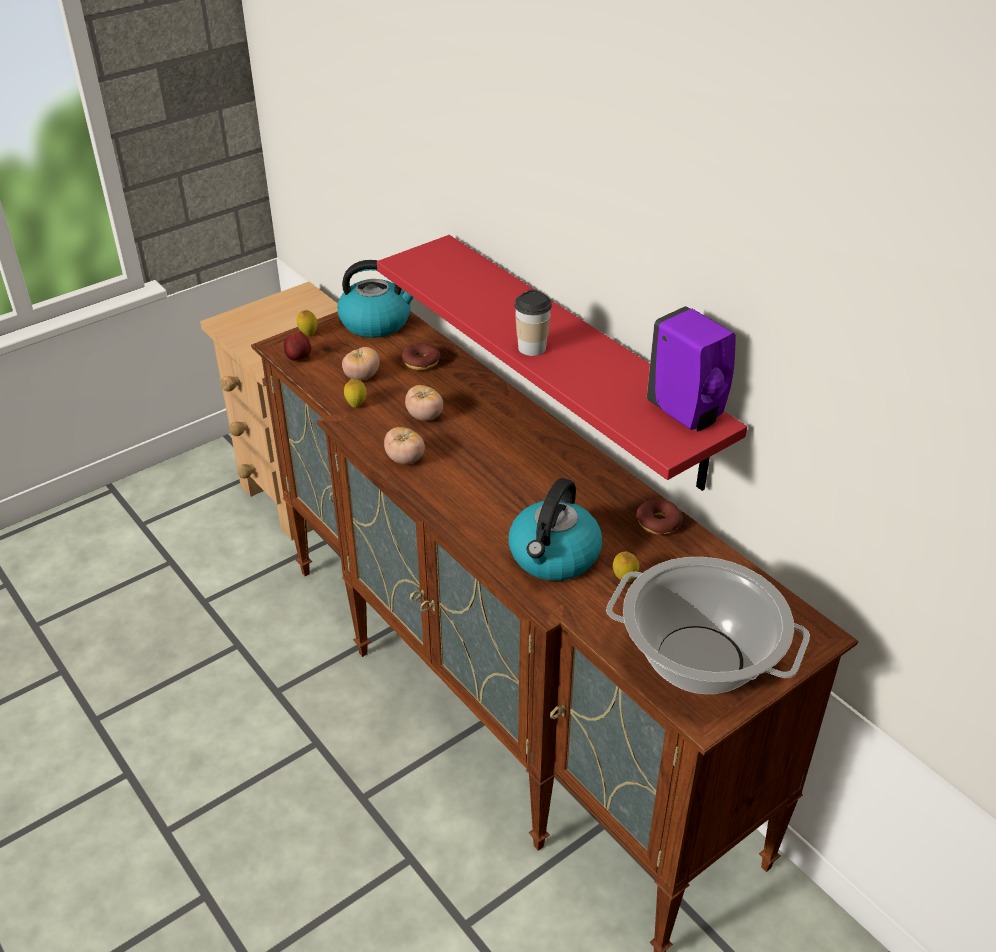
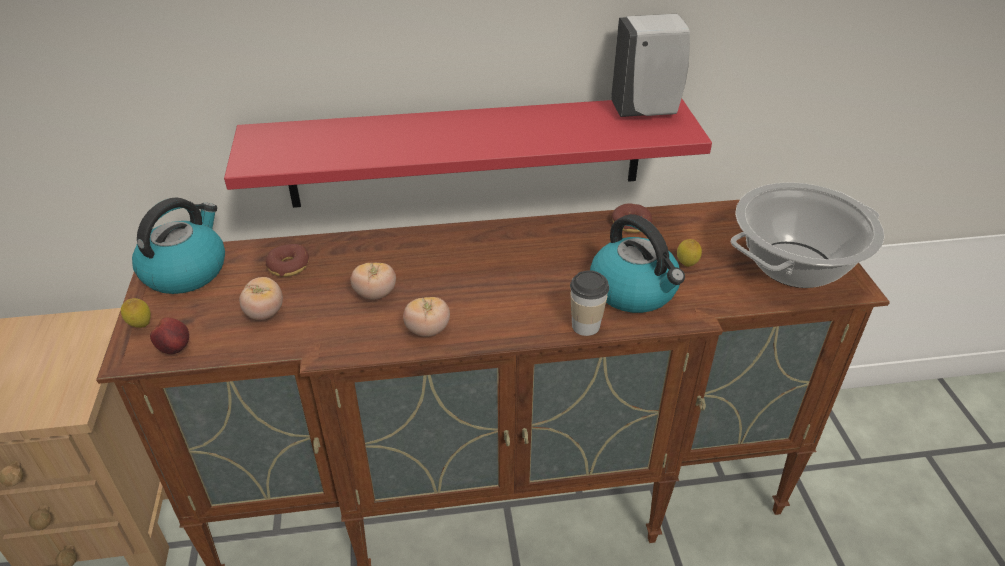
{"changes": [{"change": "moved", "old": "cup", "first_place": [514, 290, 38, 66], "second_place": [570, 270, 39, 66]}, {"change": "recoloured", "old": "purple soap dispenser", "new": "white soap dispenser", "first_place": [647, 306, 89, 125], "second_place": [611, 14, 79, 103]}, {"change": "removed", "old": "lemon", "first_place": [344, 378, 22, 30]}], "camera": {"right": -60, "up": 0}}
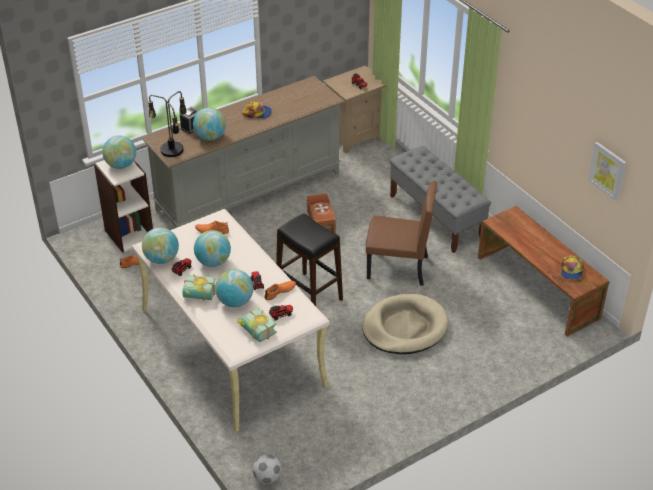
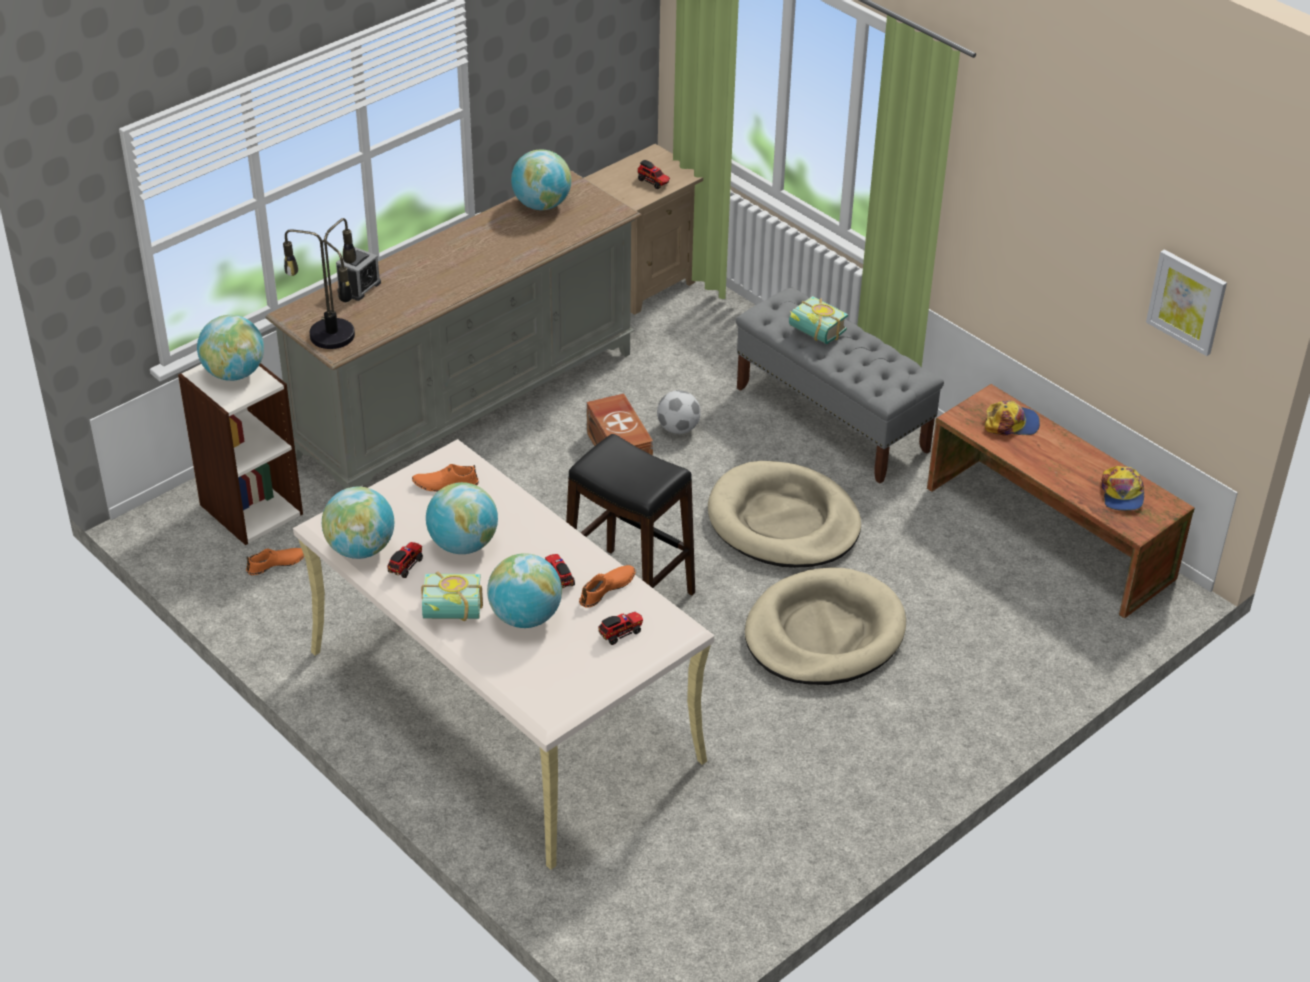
{"changes": [{"change": "moved", "old": "cap", "first_place": [242, 101, 30, 18], "second_place": [985, 400, 55, 36]}, {"change": "moved", "old": "globe", "first_place": [193, 108, 33, 33], "second_place": [511, 149, 60, 61]}, {"change": "replaced", "old": "brown chair", "new": "beige dog bed", "first_place": [366, 181, 71, 105], "second_place": [708, 461, 153, 107]}, {"change": "moved", "old": "book", "first_place": [237, 308, 40, 34], "second_place": [789, 296, 59, 48]}, {"change": "moved", "old": "football", "first_place": [253, 454, 29, 30], "second_place": [657, 390, 44, 44]}], "camera": {"right": -10, "up": 0}}
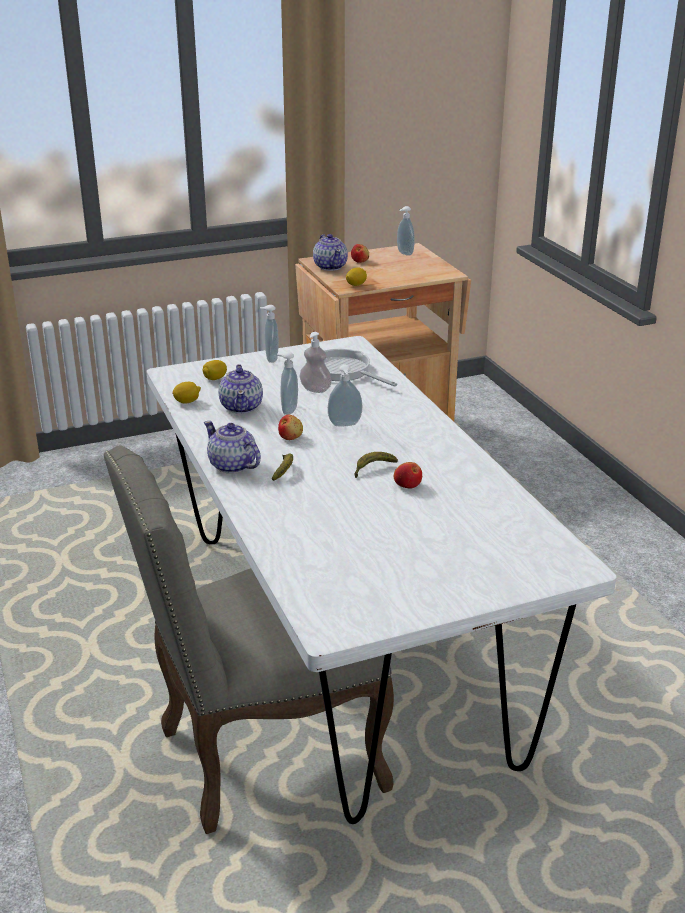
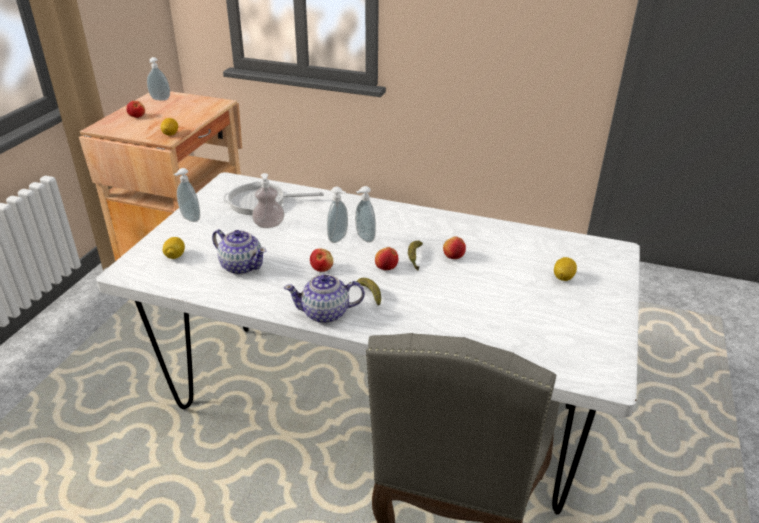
{"changes": [{"change": "removed", "old": "teapot", "first_place": [313, 234, 35, 37]}, {"change": "moved", "old": "soap dispenser", "first_place": [277, 352, 21, 63], "second_place": [355, 186, 21, 57]}, {"change": "moved", "old": "lemon", "first_place": [172, 382, 29, 22], "second_place": [554, 257, 23, 24]}, {"change": "added", "new": "apple", "second_place": [375, 247, 24, 23]}], "camera": {"right": -50, "up": 5}}
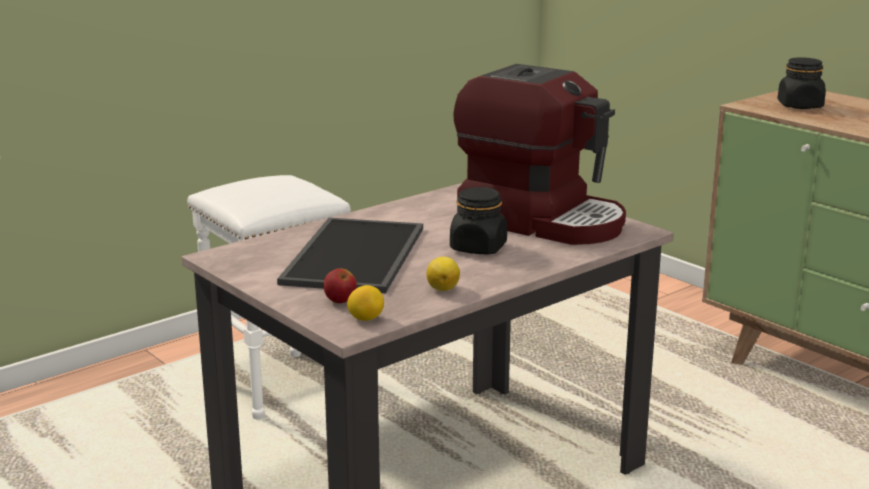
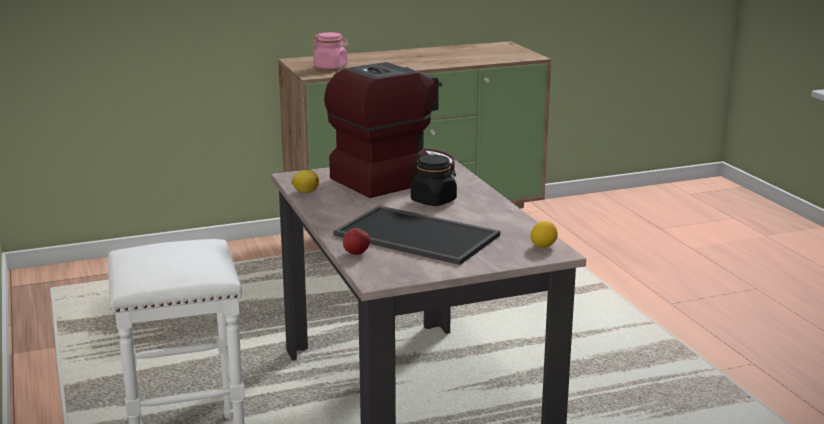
{"changes": [{"change": "recoloured", "old": "black jar", "new": "pink jar", "first_place": [778, 57, 48, 52], "second_place": [313, 32, 36, 37]}, {"change": "moved", "old": "lemon", "first_place": [426, 257, 34, 34], "second_place": [291, 170, 28, 23]}, {"change": "moved", "old": "apple", "first_place": [324, 268, 33, 35], "second_place": [343, 228, 27, 27]}], "camera": {"right": -70, "up": 0}}
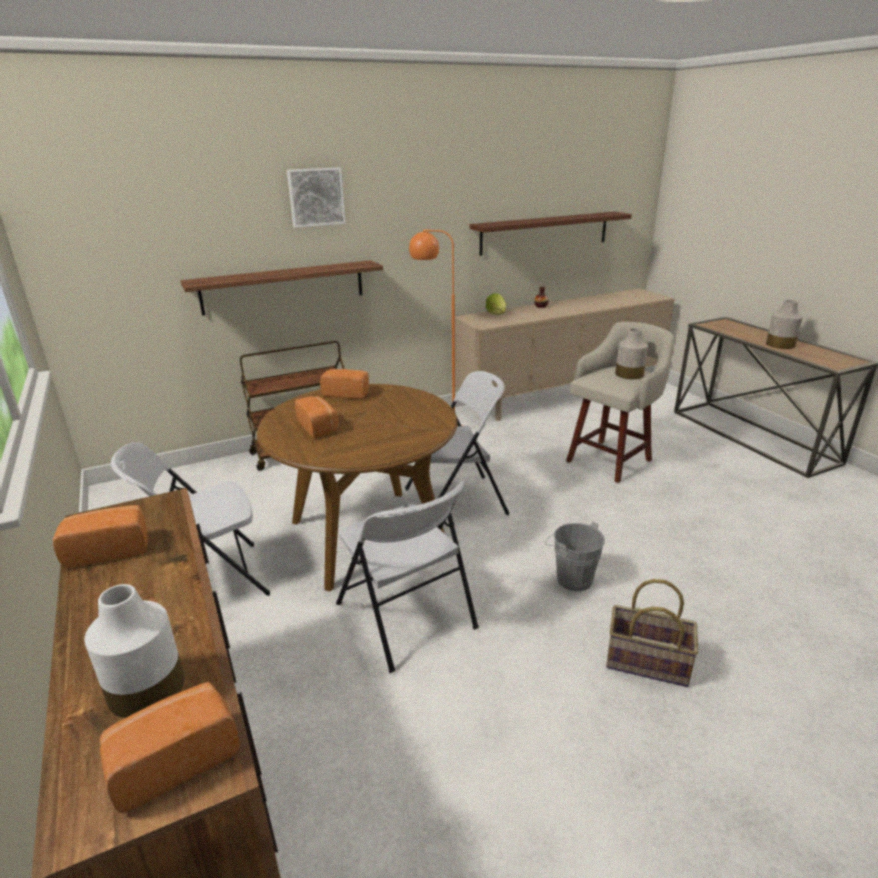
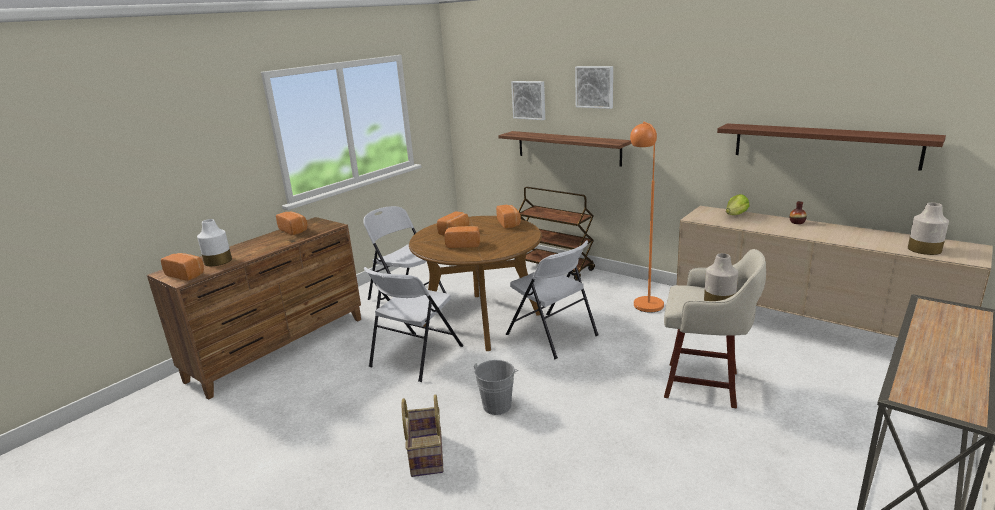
{"changes": [{"change": "moved", "old": "beige vase", "first_place": [766, 300, 37, 49], "second_place": [908, 203, 41, 52]}, {"change": "added", "new": "picture", "second_place": [511, 81, 34, 39]}, {"change": "added", "new": "bread", "second_place": [444, 226, 36, 22]}], "camera": {"right": 65, "up": -5}}
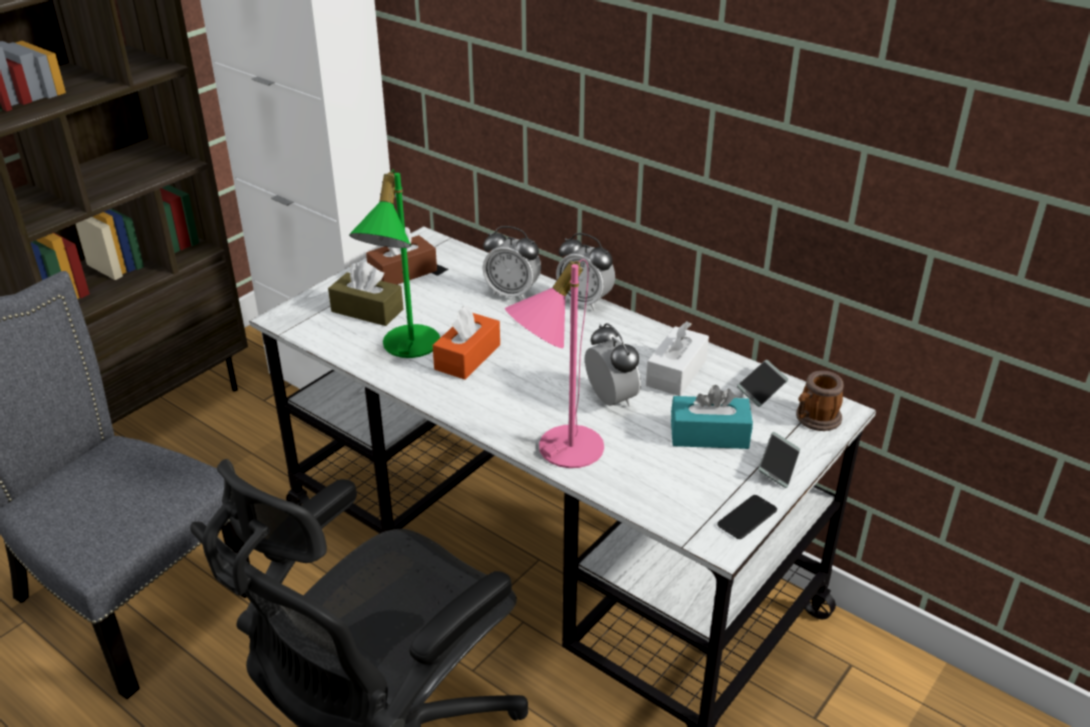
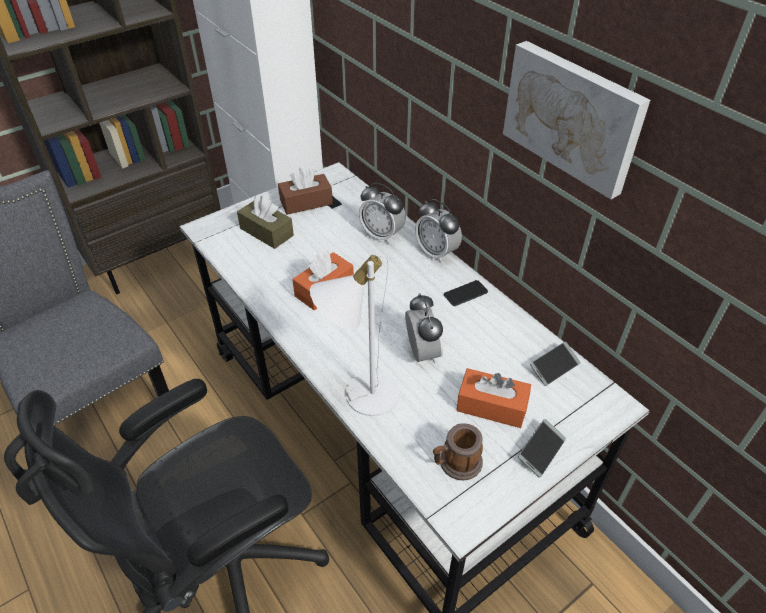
{"changes": [{"change": "removed", "old": "green table lamp", "first_place": [349, 169, 91, 189]}, {"change": "recoloured", "old": "pink table lamp", "new": "white table lamp", "first_place": [505, 259, 99, 209], "second_place": [310, 255, 90, 161]}, {"change": "removed", "old": "white tissue box", "first_place": [646, 321, 63, 75]}, {"change": "moved", "old": "mug", "first_place": [796, 371, 48, 60], "second_place": [433, 423, 50, 57]}, {"change": "recoloured", "old": "turquoise tissue box", "new": "orange tissue box", "first_place": [671, 385, 82, 64], "second_place": [456, 368, 75, 60]}, {"change": "moved", "old": "phone", "first_place": [717, 495, 60, 44], "second_place": [444, 280, 44, 26]}, {"change": "added", "new": "picture", "second_place": [503, 41, 147, 158]}], "camera": {"right": 15, "up": 10}}
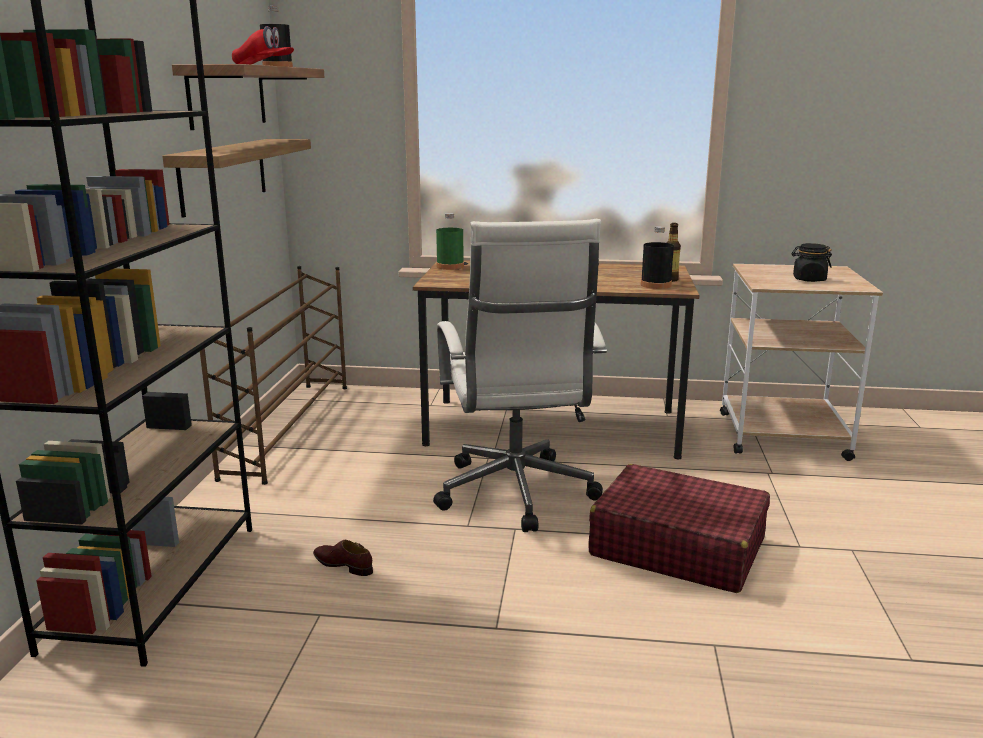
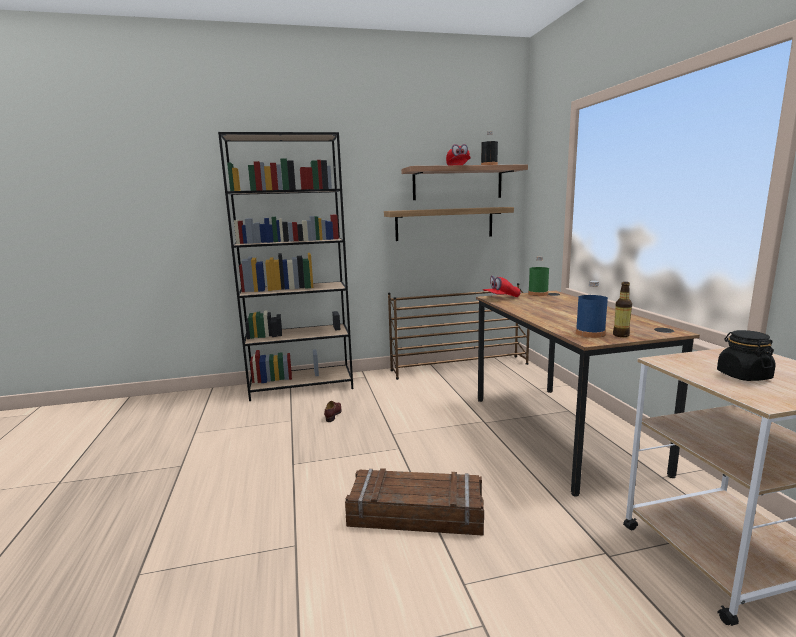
{"changes": [{"change": "removed", "old": "white office chair", "first_place": [433, 219, 174, 313]}, {"change": "recoloured", "old": "black bottle", "new": "blue bottle", "first_place": [641, 226, 33, 63], "second_place": [576, 281, 32, 57]}, {"change": "replaced", "old": "red suitcase", "new": "crate", "first_place": [588, 464, 182, 129], "second_place": [345, 468, 139, 68]}, {"change": "added", "new": "red cap", "second_place": [483, 276, 37, 21]}], "camera": {"right": 70, "up": -5}}
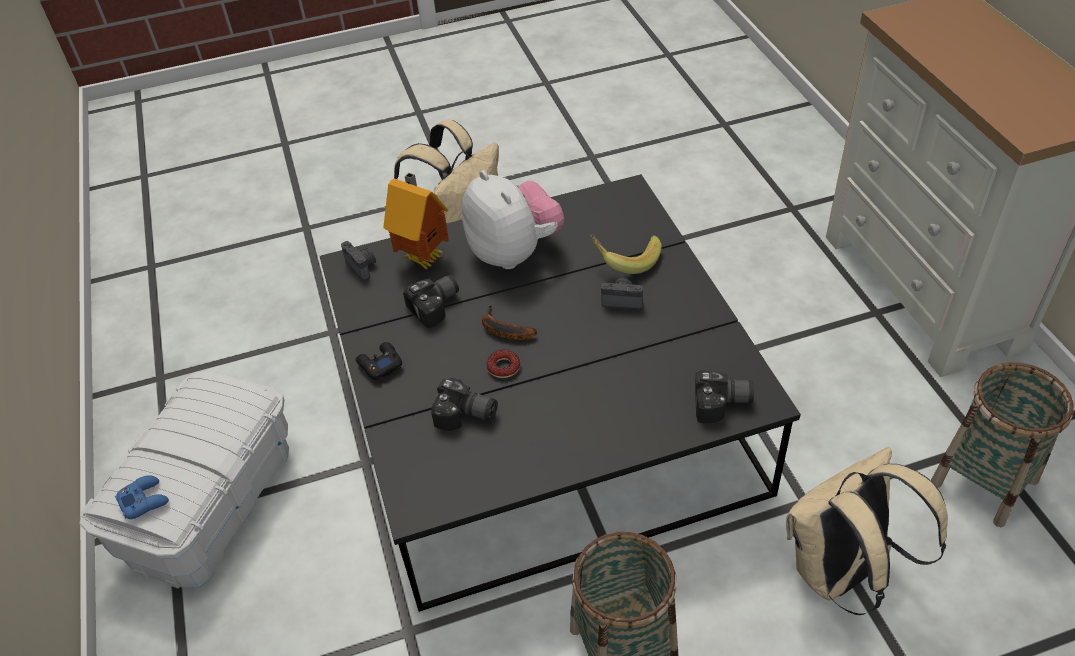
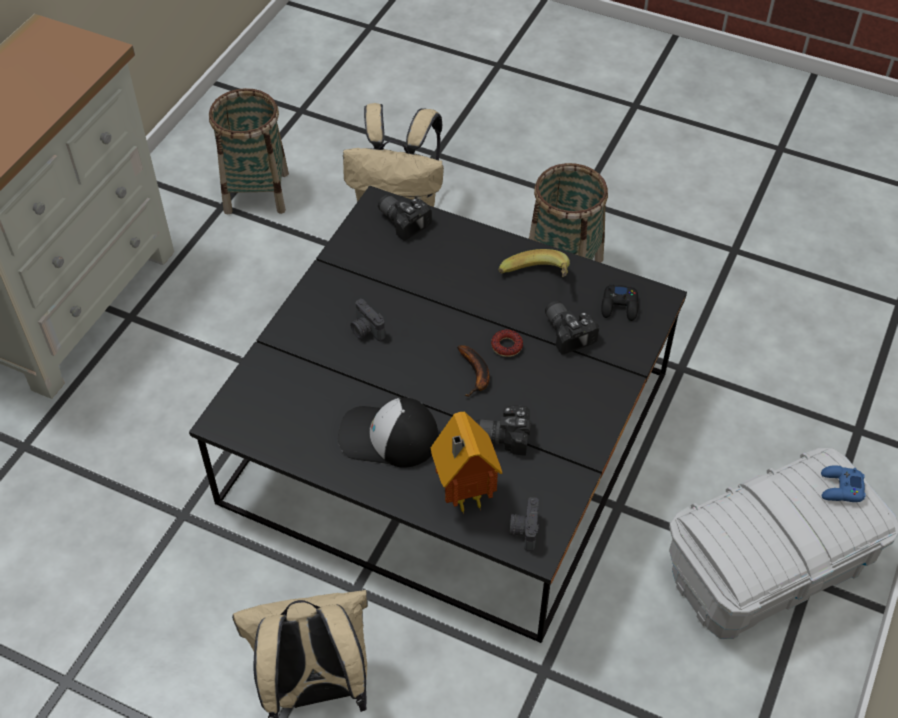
{"changes": [{"change": "replaced", "old": "plush toy", "new": "cap", "first_place": [462, 170, 102, 99], "second_place": [338, 398, 100, 70]}, {"change": "moved", "old": "banana", "first_place": [590, 234, 72, 40], "second_place": [498, 249, 72, 28]}, {"change": "moved", "old": "black game controller", "first_place": [356, 342, 46, 38], "second_place": [601, 284, 38, 37]}], "camera": {"right": -140, "up": 5}}
